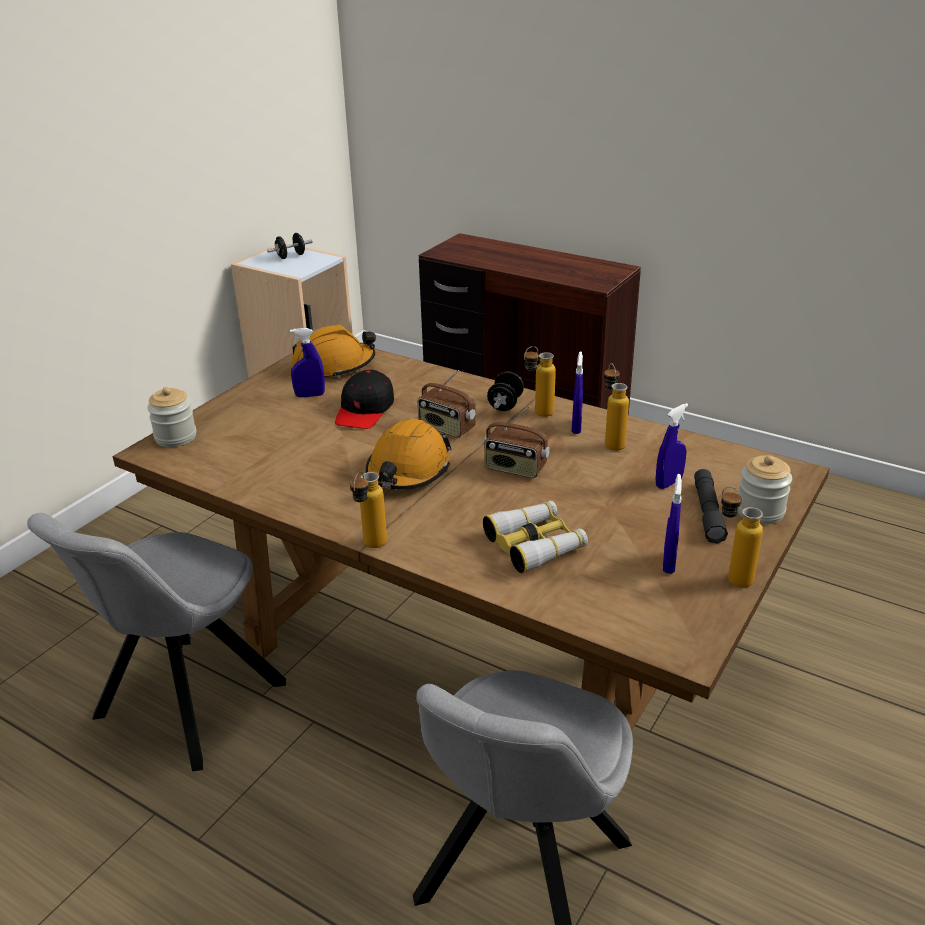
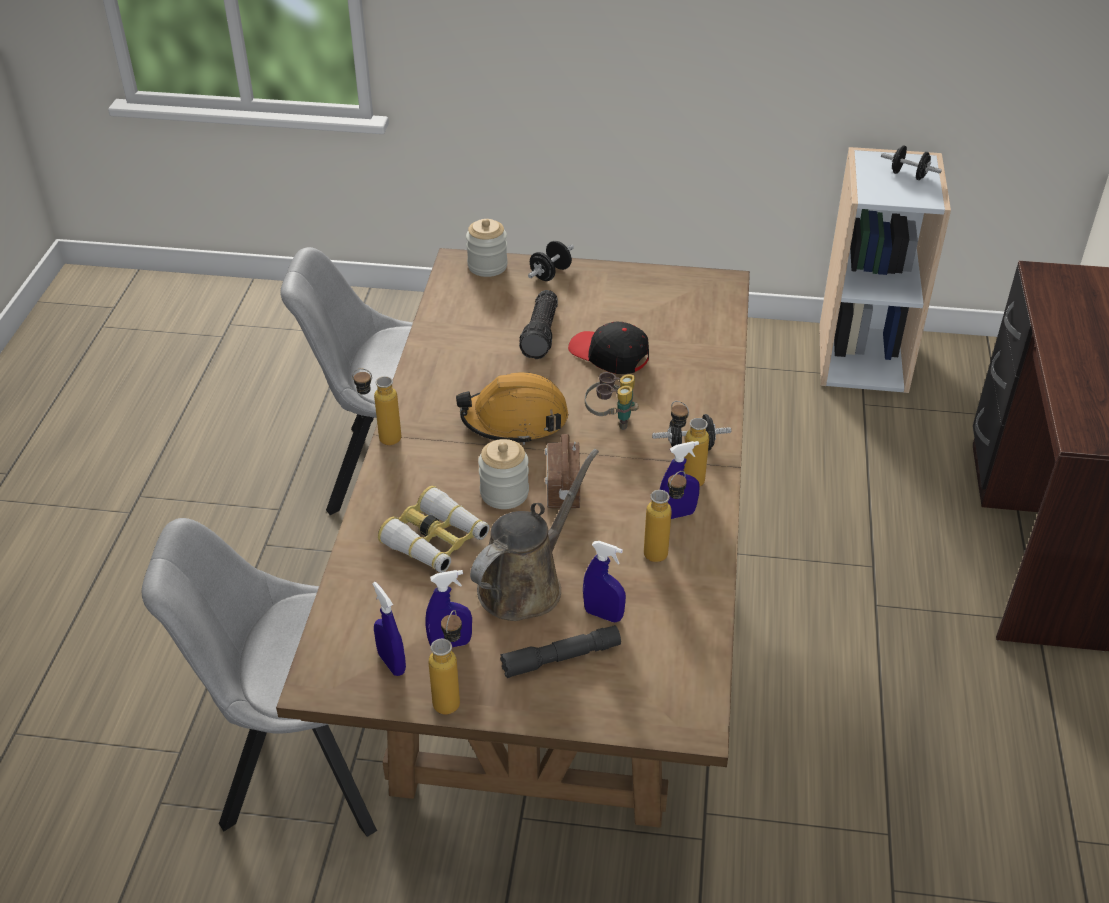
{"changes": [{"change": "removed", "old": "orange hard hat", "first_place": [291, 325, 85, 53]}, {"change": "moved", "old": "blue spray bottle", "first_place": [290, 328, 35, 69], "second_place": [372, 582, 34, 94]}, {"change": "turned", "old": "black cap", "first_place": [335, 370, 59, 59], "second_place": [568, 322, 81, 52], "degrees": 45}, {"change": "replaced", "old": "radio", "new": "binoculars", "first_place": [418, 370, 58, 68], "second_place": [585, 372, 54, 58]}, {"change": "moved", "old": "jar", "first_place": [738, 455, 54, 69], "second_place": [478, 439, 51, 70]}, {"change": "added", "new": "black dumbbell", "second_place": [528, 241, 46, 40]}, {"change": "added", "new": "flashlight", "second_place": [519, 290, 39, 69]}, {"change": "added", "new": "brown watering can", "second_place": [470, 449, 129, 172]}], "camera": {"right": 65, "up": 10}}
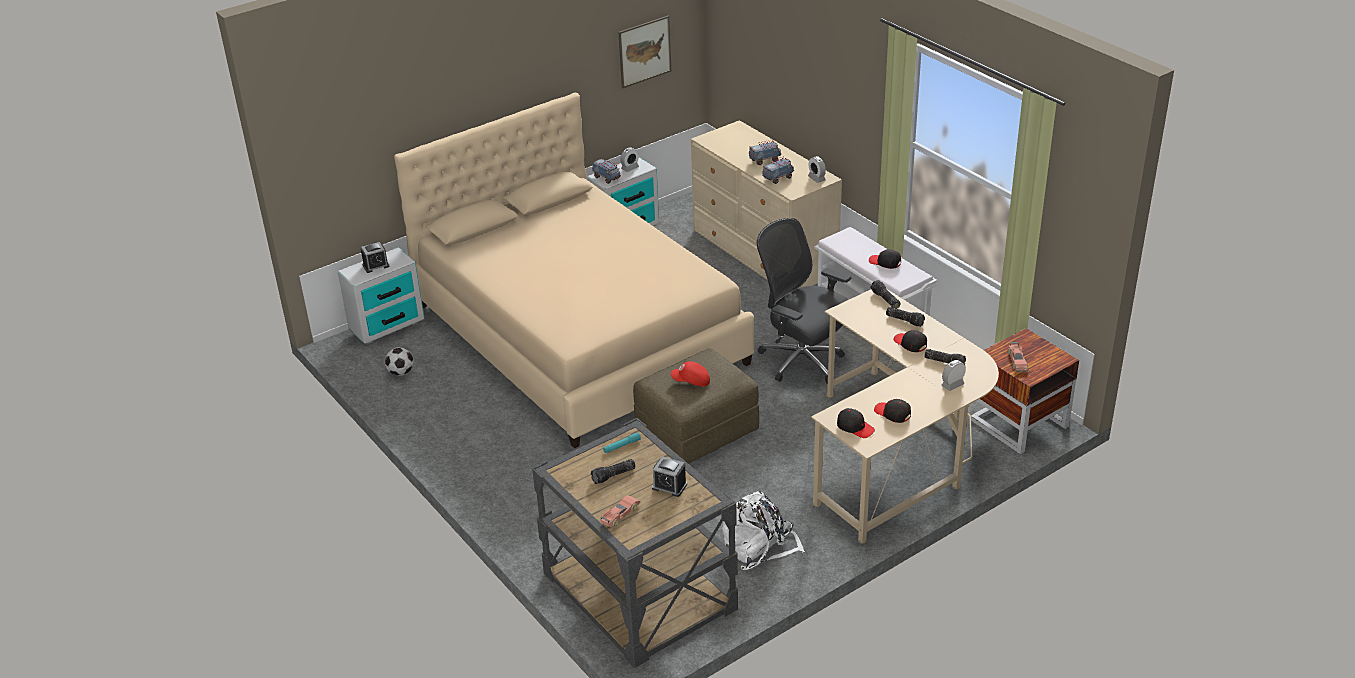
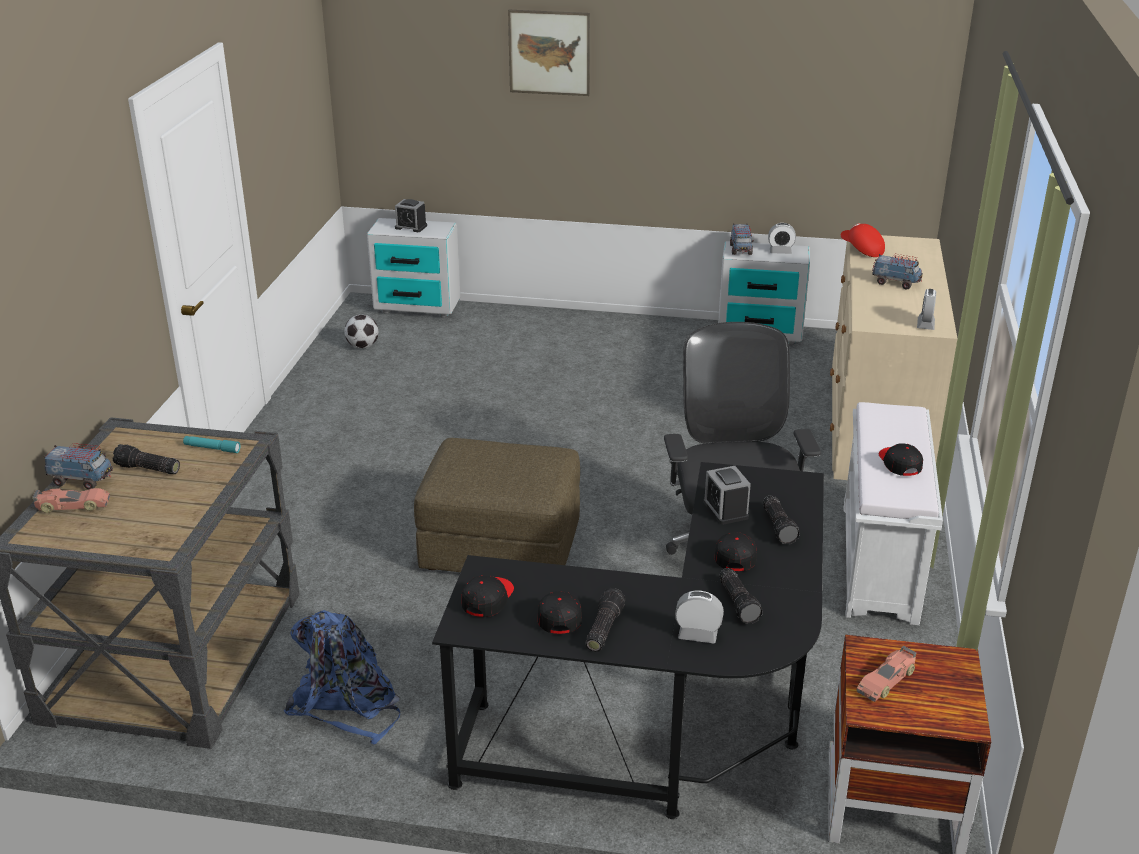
{"changes": [{"change": "moved", "old": "picture", "first_place": [618, 16, 53, 72], "second_place": [508, 10, 82, 86]}, {"change": "removed", "old": "beige bed", "first_place": [394, 93, 360, 355]}, {"change": "moved", "old": "toy truck", "first_place": [762, 157, 32, 27], "second_place": [43, 443, 70, 47]}, {"change": "moved", "old": "flashlight", "first_place": [871, 280, 30, 29], "second_place": [585, 588, 41, 64]}, {"change": "recoloured", "old": "beige desk", "new": "black desk", "first_place": [811, 289, 188, 254], "second_place": [432, 462, 392, 357]}, {"change": "moved", "old": "red cap", "first_place": [671, 361, 39, 26], "second_place": [841, 223, 44, 34]}, {"change": "turned", "old": "black cap", "first_place": [837, 408, 38, 30], "second_place": [462, 575, 52, 42], "degrees": -150}, {"change": "moved", "old": "alarm clock", "first_place": [652, 456, 35, 41], "second_place": [704, 466, 47, 59]}, {"change": "recoloured", "old": "white backpack", "new": "blue backpack", "first_place": [722, 491, 83, 79], "second_place": [284, 610, 116, 135]}], "camera": {"right": 45, "up": -5}}
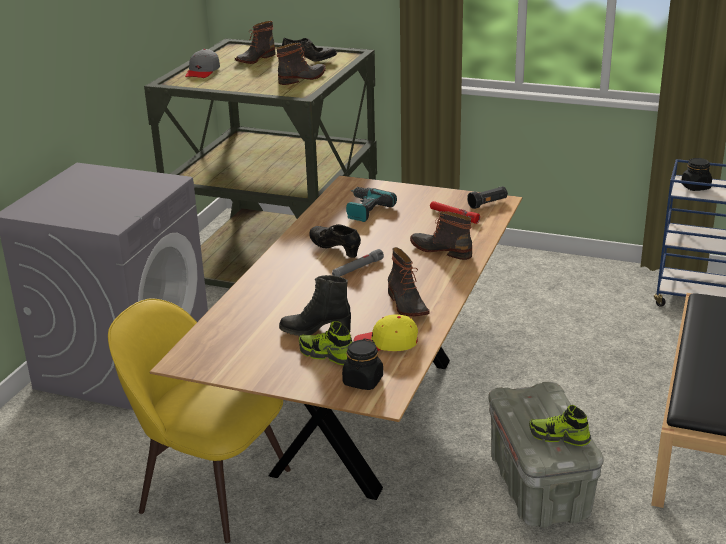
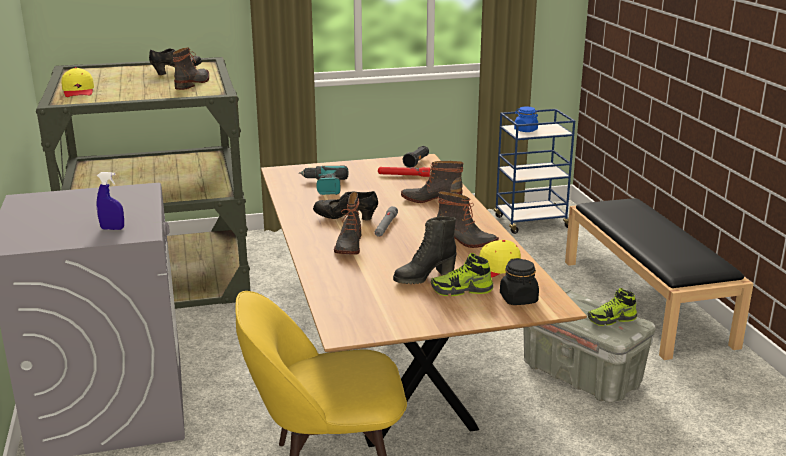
{"changes": [{"change": "moved", "old": "boot", "first_place": [235, 21, 41, 43], "second_place": [334, 192, 27, 63]}, {"change": "recoloured", "old": "grey cap", "new": "yellow cap", "first_place": [185, 49, 35, 29], "second_place": [61, 67, 33, 30]}, {"change": "recoloured", "old": "black jar", "new": "blue jar", "first_place": [681, 158, 31, 33], "second_place": [514, 107, 24, 25]}, {"change": "added", "new": "blue spray bottle", "second_place": [97, 172, 27, 58]}], "camera": {"right": -35, "up": -5}}
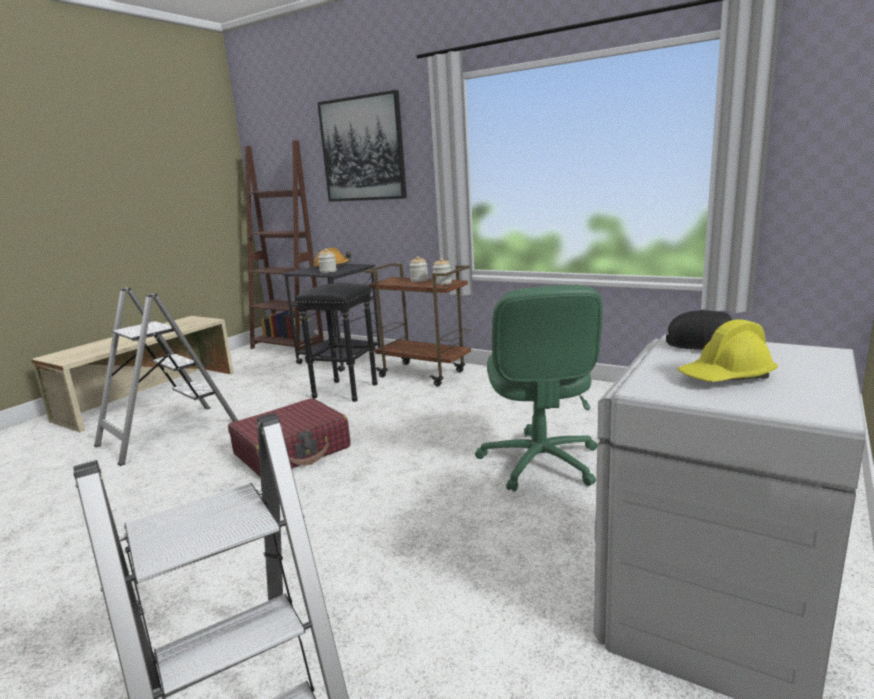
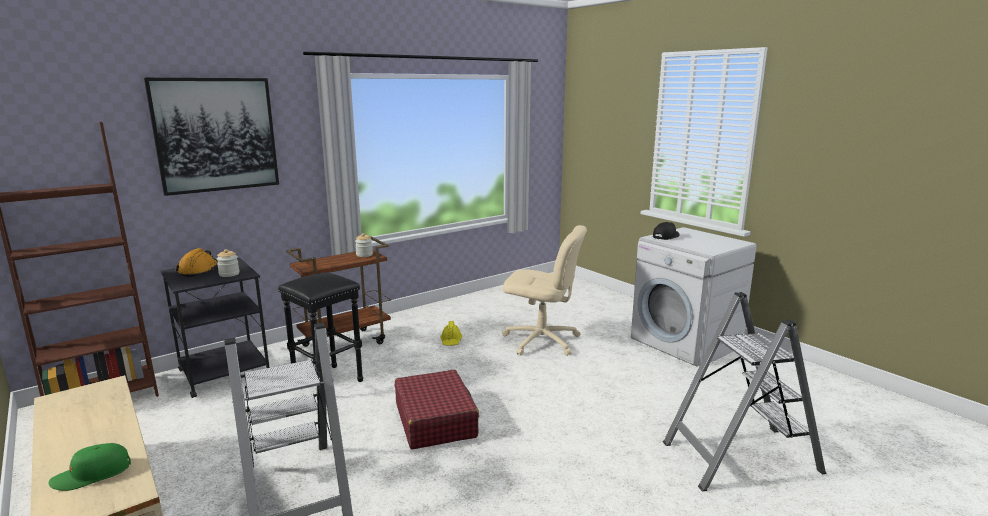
{"changes": [{"change": "removed", "old": "jar", "first_place": [410, 256, 18, 26]}, {"change": "recoloured", "old": "green office chair", "new": "beige office chair", "first_place": [475, 285, 128, 207], "second_place": [502, 225, 85, 131]}, {"change": "moved", "old": "yellow hard hat", "first_place": [678, 319, 100, 63], "second_place": [440, 321, 22, 25]}, {"change": "added", "new": "green cap", "second_place": [49, 443, 82, 48]}], "camera": {"right": -70, "up": 0}}
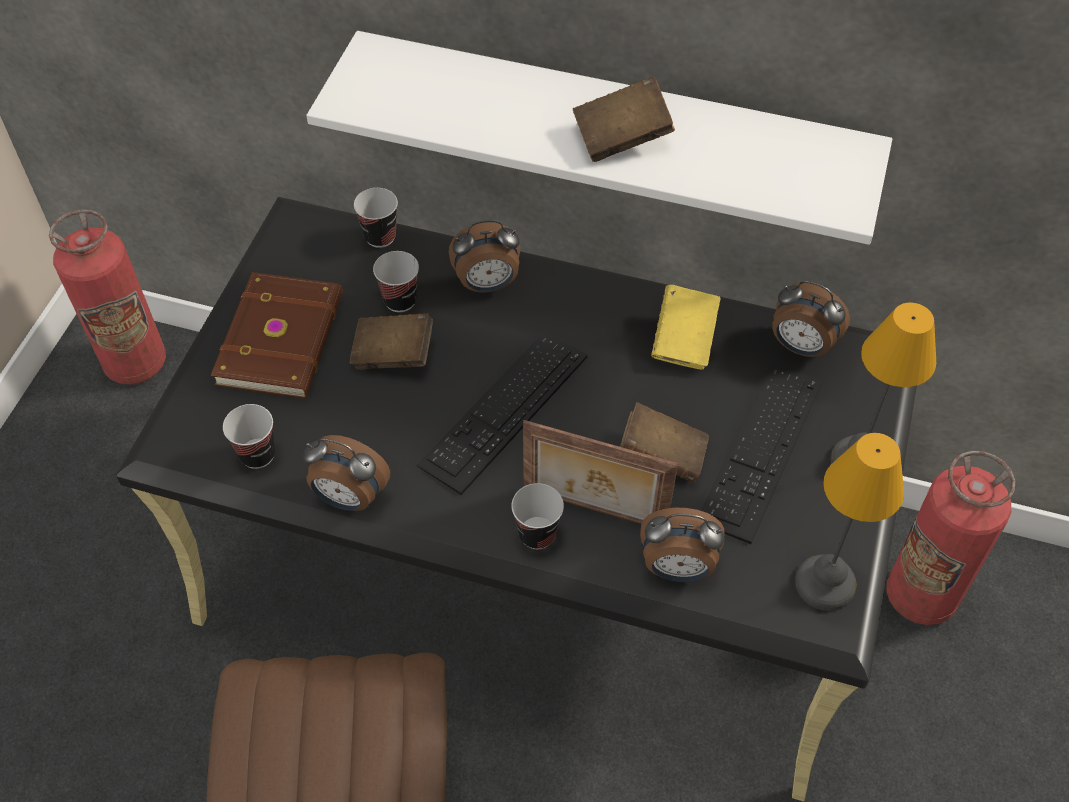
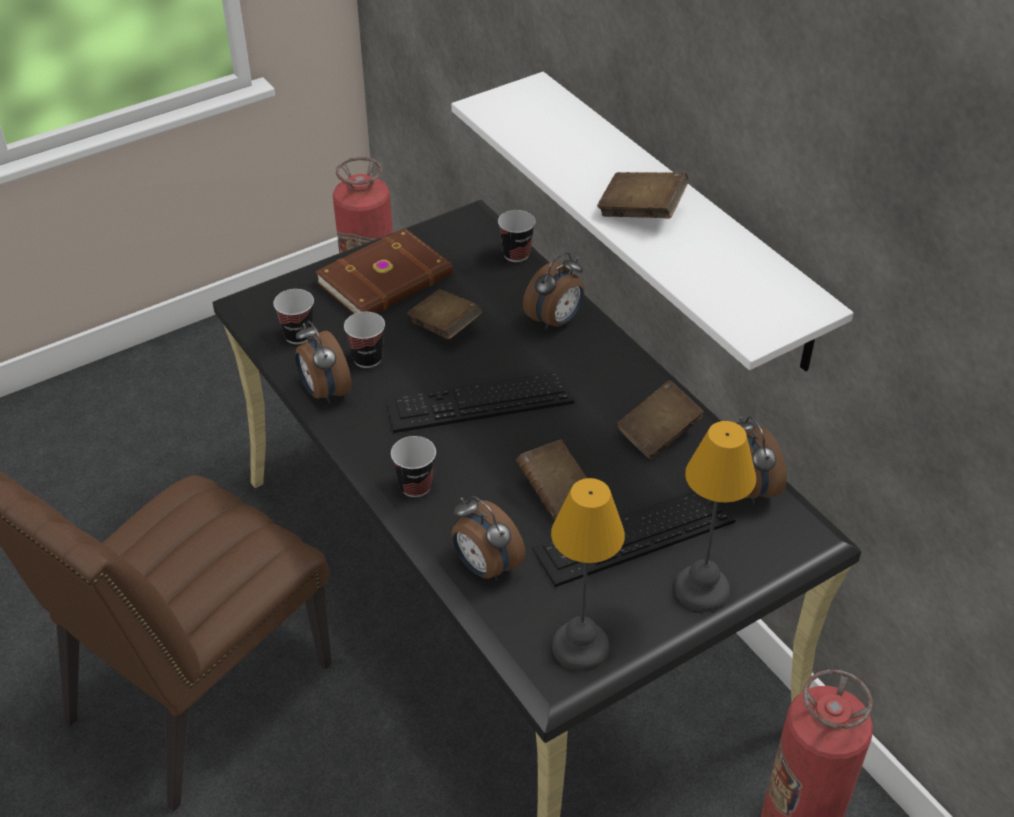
{"changes": [{"change": "turned", "old": "alarm clock", "first_place": [449, 220, 71, 73], "second_place": [523, 252, 62, 78], "degrees": -75}, {"change": "moved", "old": "cup", "first_place": [373, 251, 46, 61], "second_place": [344, 312, 41, 56]}, {"change": "recoloured", "old": "yellow book", "new": "brown book", "first_place": [651, 285, 70, 85], "second_place": [616, 380, 88, 79]}, {"change": "removed", "old": "picture frame", "first_place": [523, 420, 155, 104]}], "camera": {"right": 40, "up": -10}}
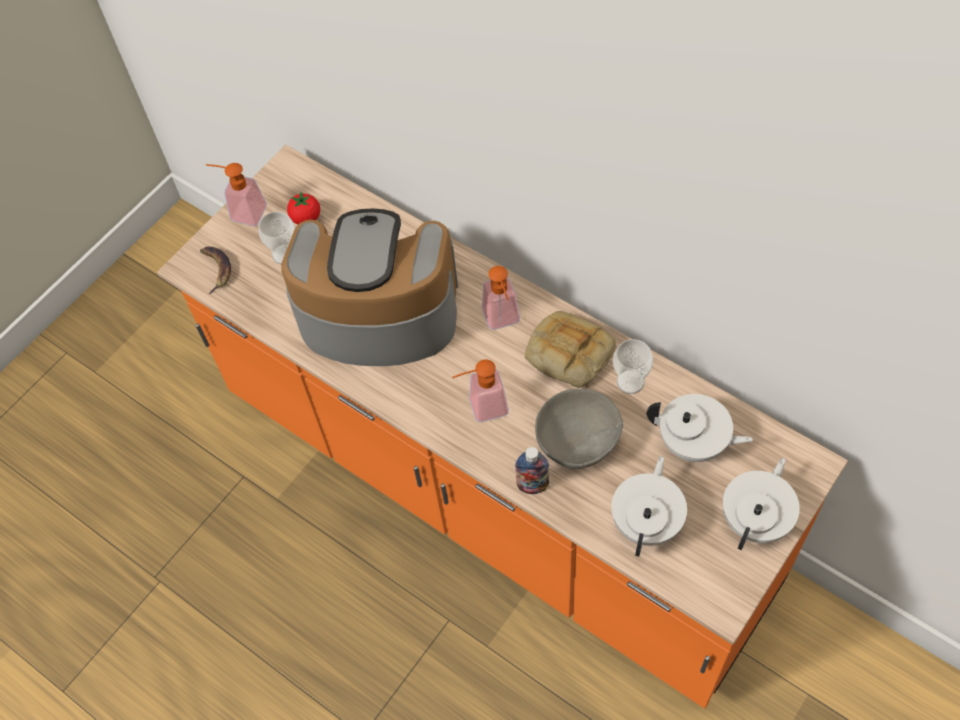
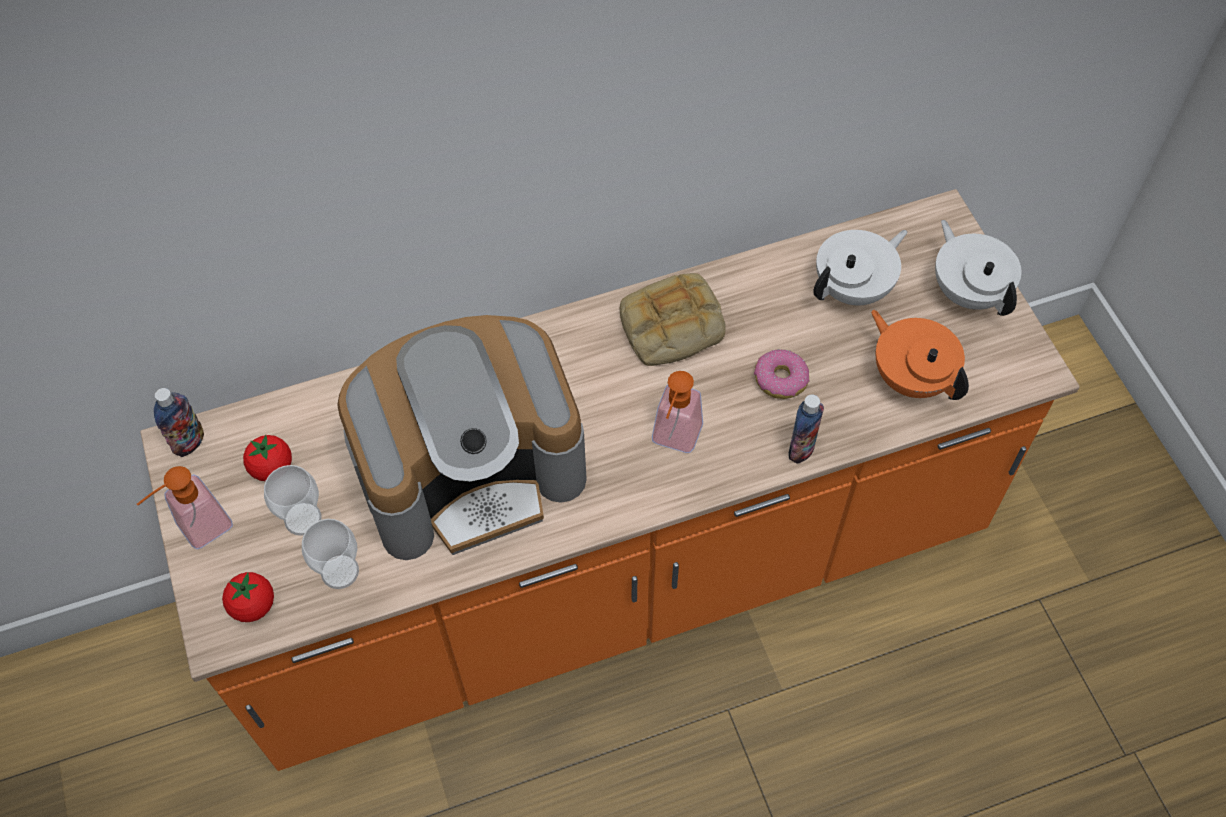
{"changes": [{"change": "turned", "old": "coffee machine", "first_place": [281, 208, 177, 158], "second_place": [337, 315, 250, 245], "degrees": -150}, {"change": "replaced", "old": "banana", "new": "tomato", "first_place": [200, 247, 31, 47], "second_place": [222, 572, 52, 50]}, {"change": "removed", "old": "soap dispenser", "first_place": [482, 266, 38, 64]}, {"change": "moved", "old": "cup", "first_place": [613, 339, 40, 55], "second_place": [302, 519, 57, 70]}, {"change": "replaced", "old": "grey bowl", "new": "donut", "first_place": [535, 389, 88, 80], "second_place": [754, 349, 55, 50]}, {"change": "recoloured", "old": "white teapot", "new": "orange teapot", "first_place": [611, 456, 76, 101], "second_place": [871, 310, 98, 90]}, {"change": "added", "new": "bottle", "second_place": [154, 388, 50, 69]}], "camera": {"right": -60, "up": 0}}
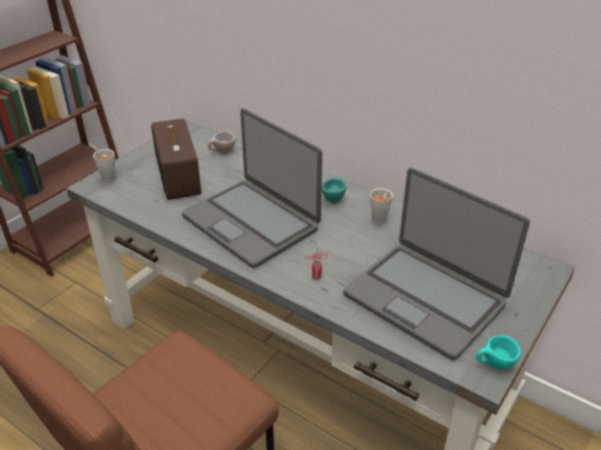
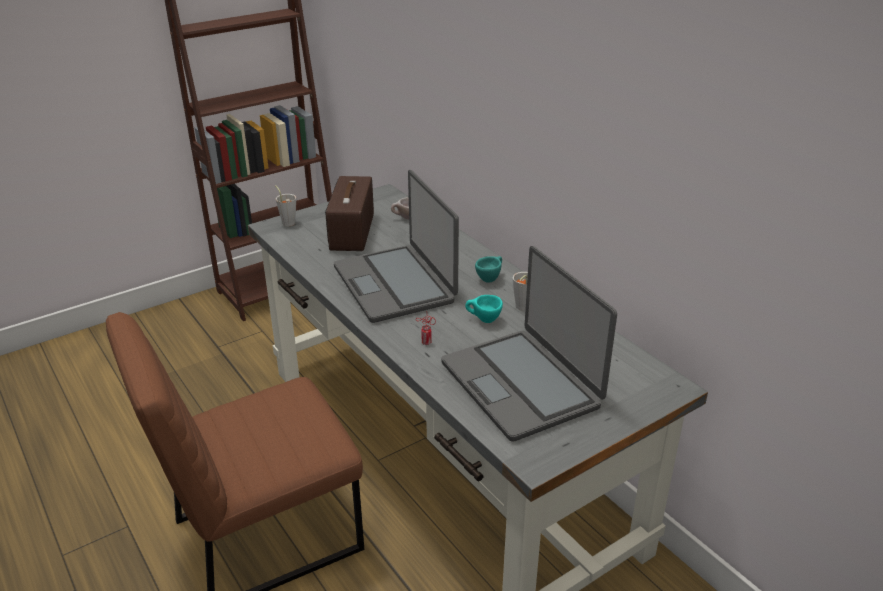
{"changes": [{"change": "moved", "old": "turquoise cup", "first_place": [476, 335, 45, 35], "second_place": [465, 295, 38, 28]}], "camera": {"right": 20, "up": -5}}
